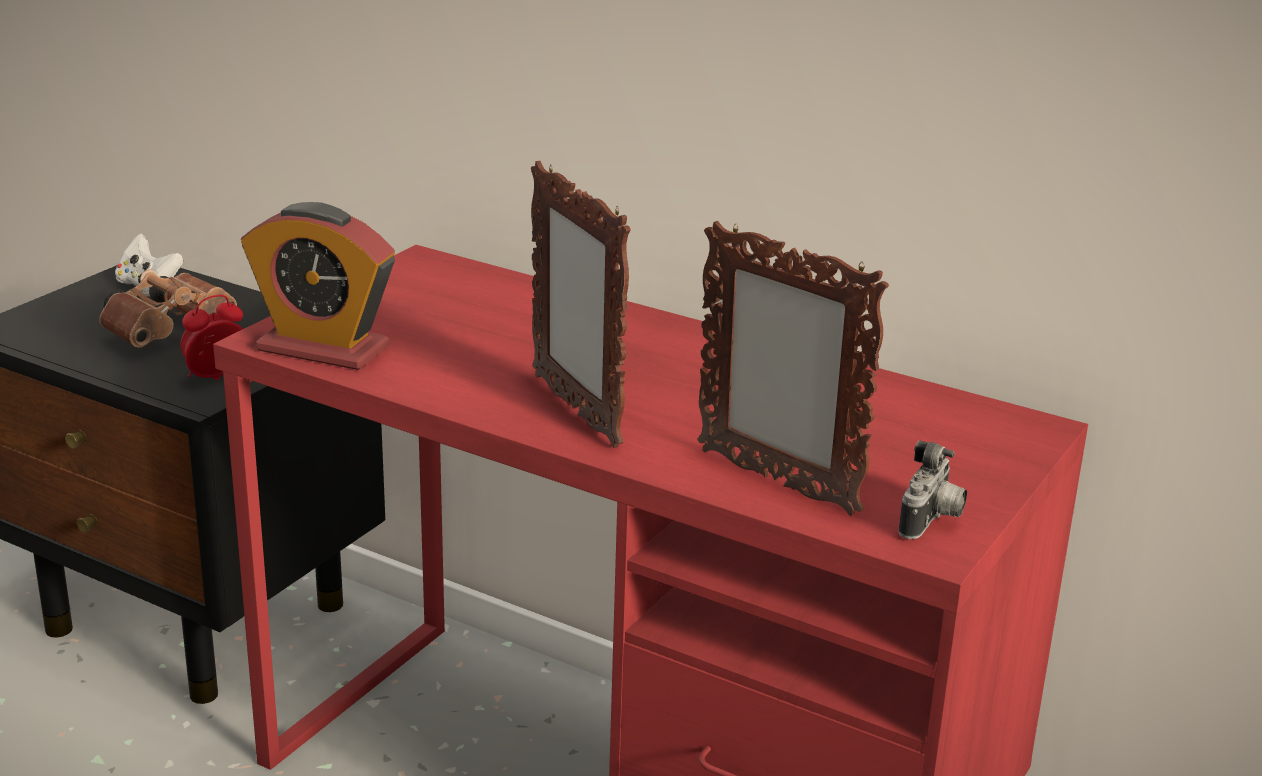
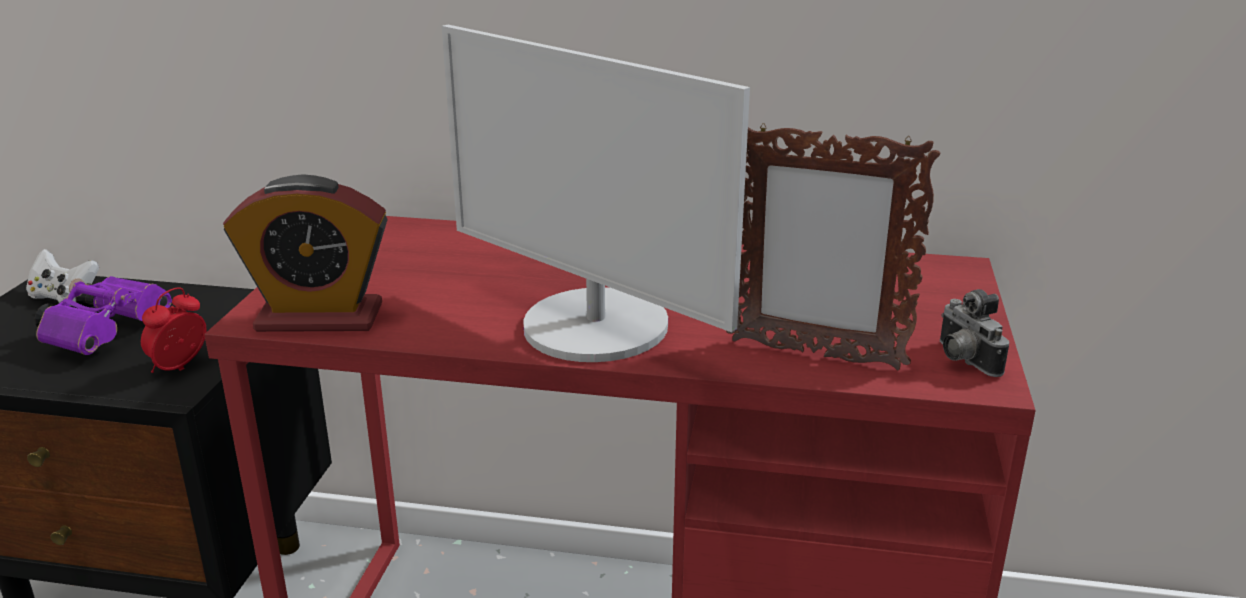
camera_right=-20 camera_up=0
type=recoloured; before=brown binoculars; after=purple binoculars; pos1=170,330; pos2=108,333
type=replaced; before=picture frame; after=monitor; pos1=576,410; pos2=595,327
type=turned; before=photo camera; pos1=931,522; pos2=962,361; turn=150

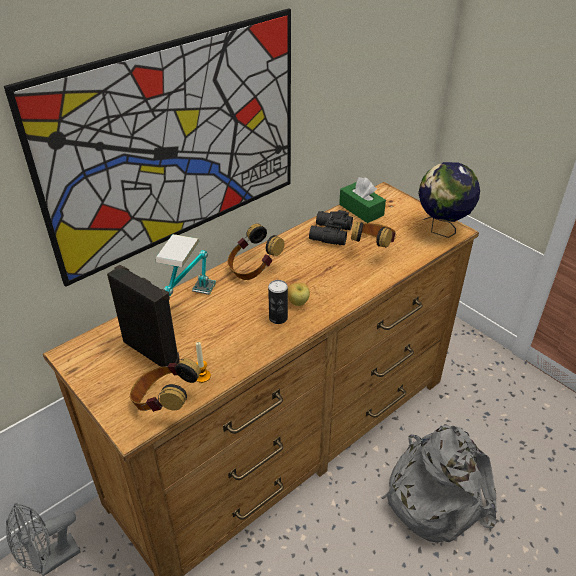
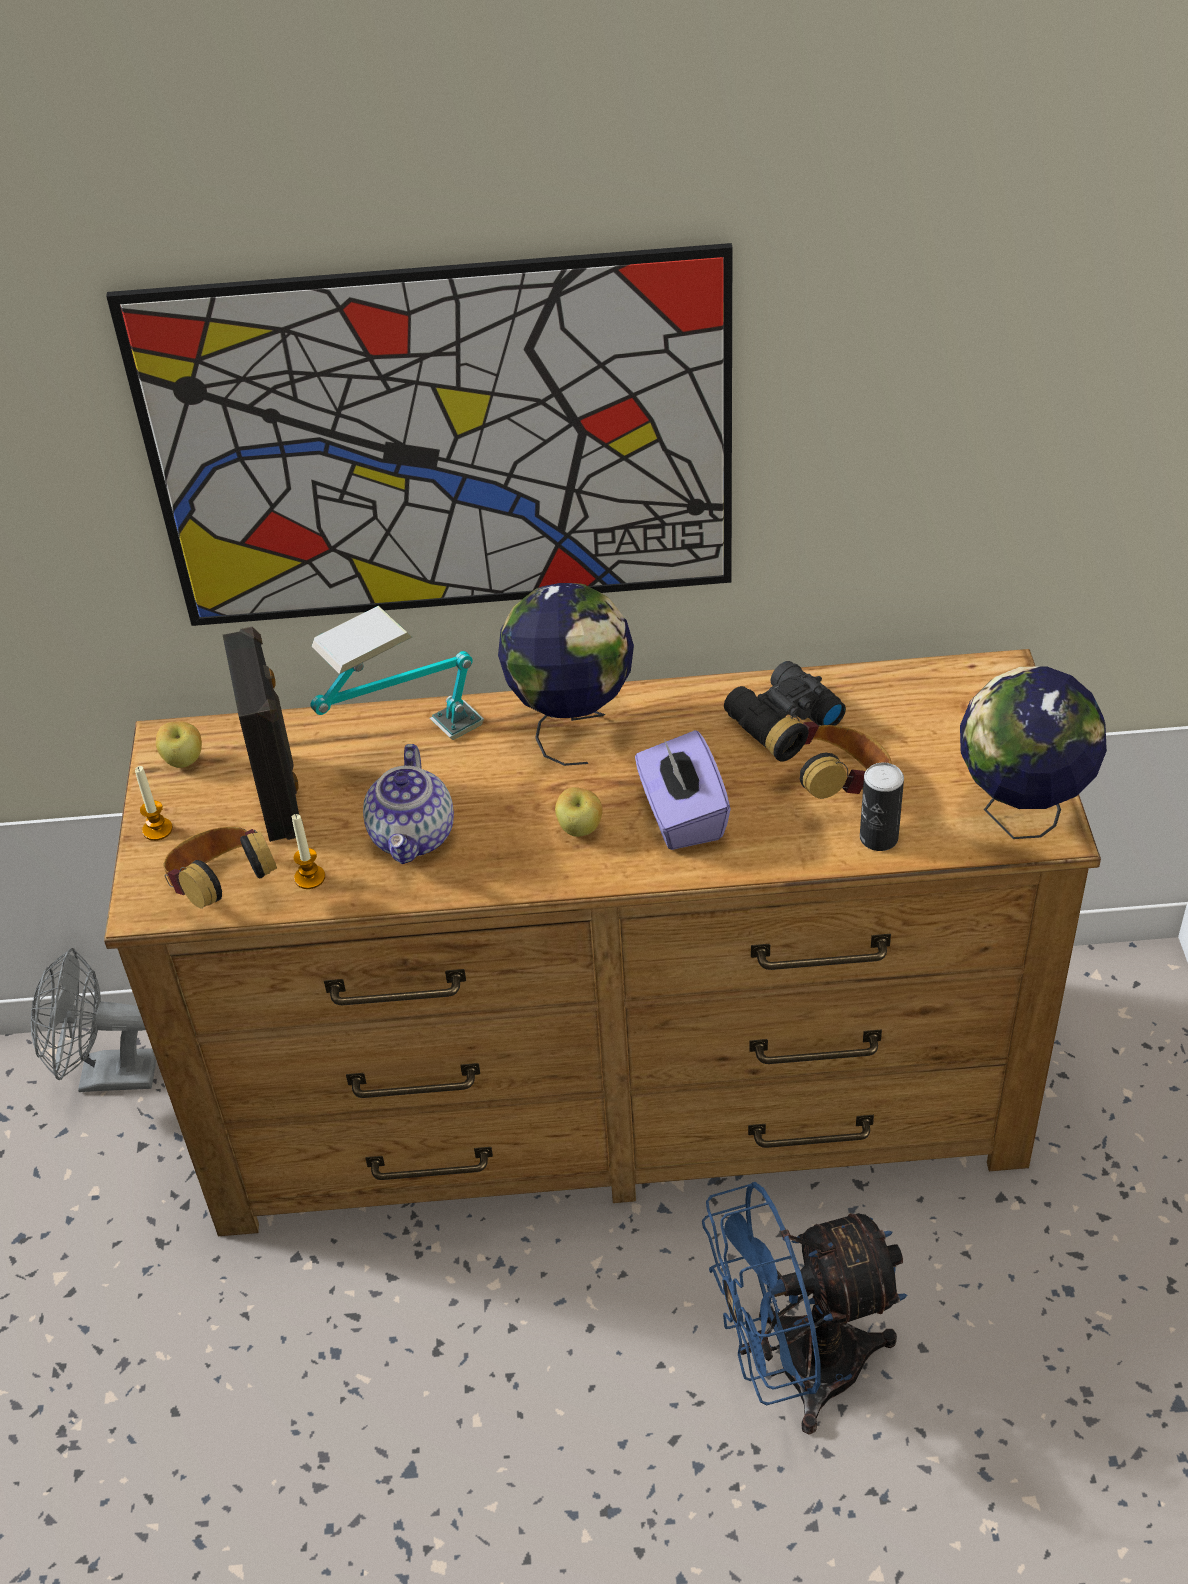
camera_right=40 camera_up=5
type=added; after=candle; pos2=157,829
type=added; after=apple; pos2=184,761
type=added; after=teapot; pos2=413,836
type=replaced; before=headphones; after=globe; pos1=253,269; pos2=571,726
type=added; after=purple tissue box; pos2=681,816
type=replaced; before=grey backpack; after=blue fan; pos1=434,494; pos2=796,1368
type=moved; before=can; pos1=278,318; pos2=878,837
type=removed; before=green tissue box; pos1=361,210

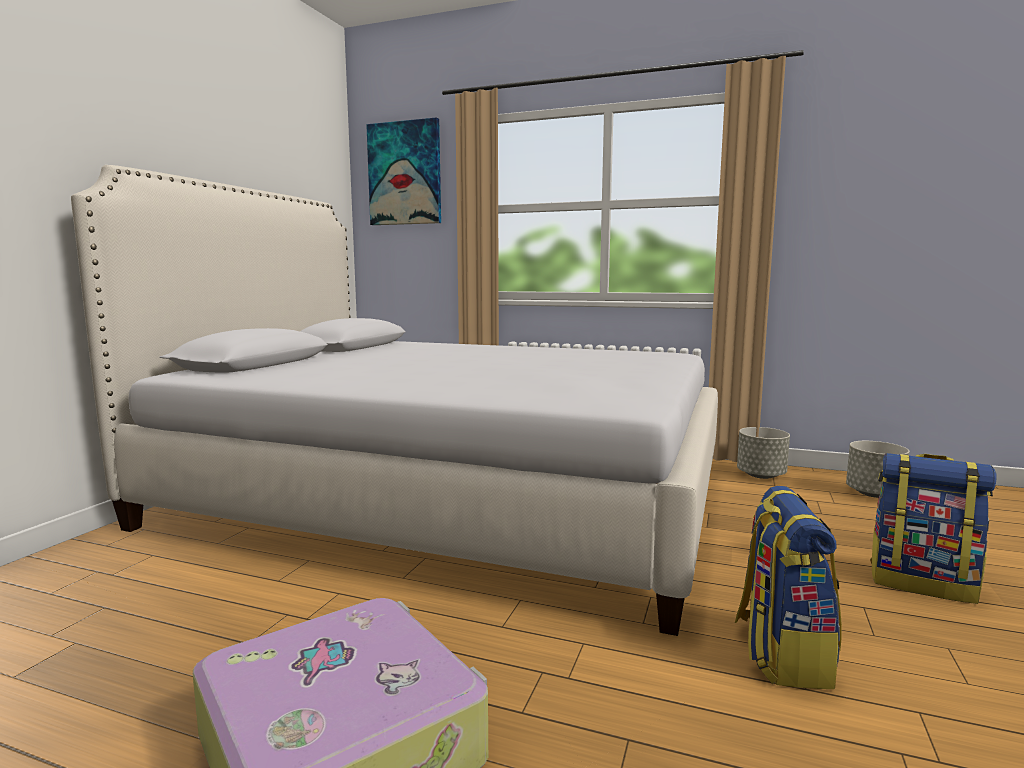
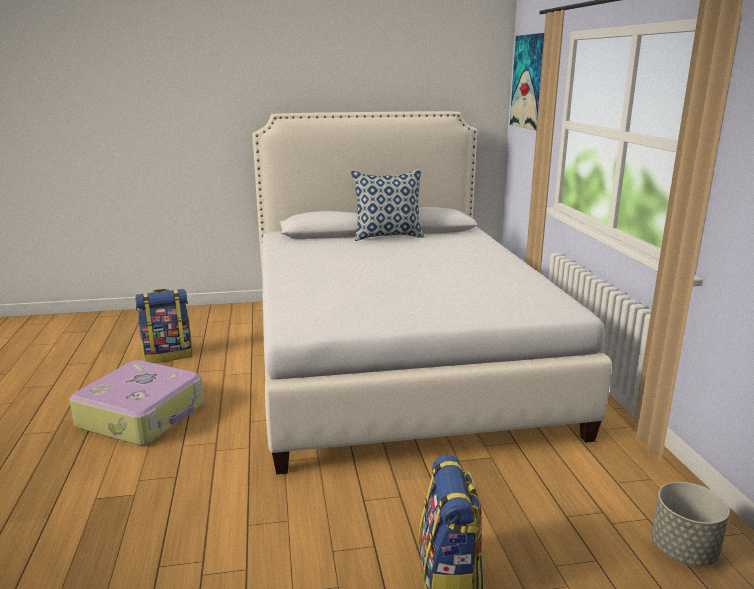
camera_right=60 camera_up=10
type=moved; before=backpack; pos1=781,653; pos2=168,355
type=added; after=pillow; pos2=388,236
type=removed; before=grey planter; pos1=761,475

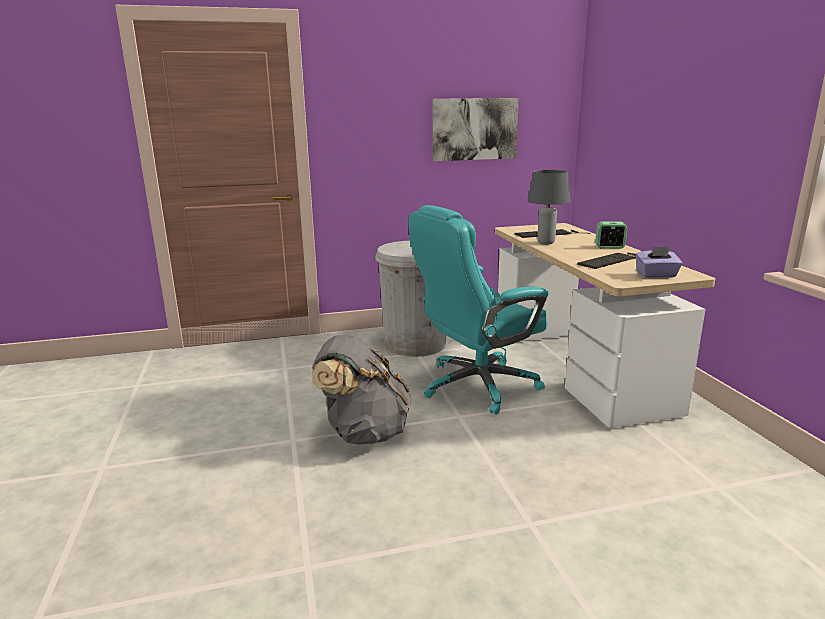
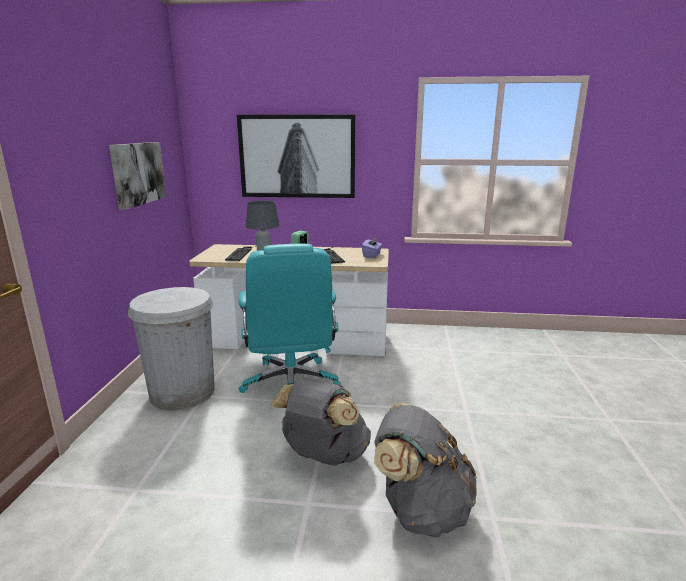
camera_right=-70 camera_up=0
type=added; after=picture; pos2=297,156
type=added; after=grey backpack; pos2=421,509

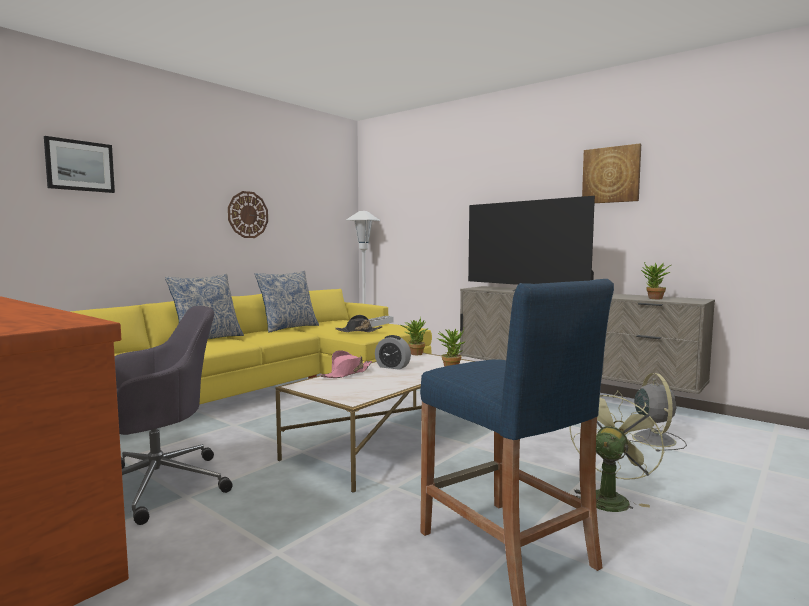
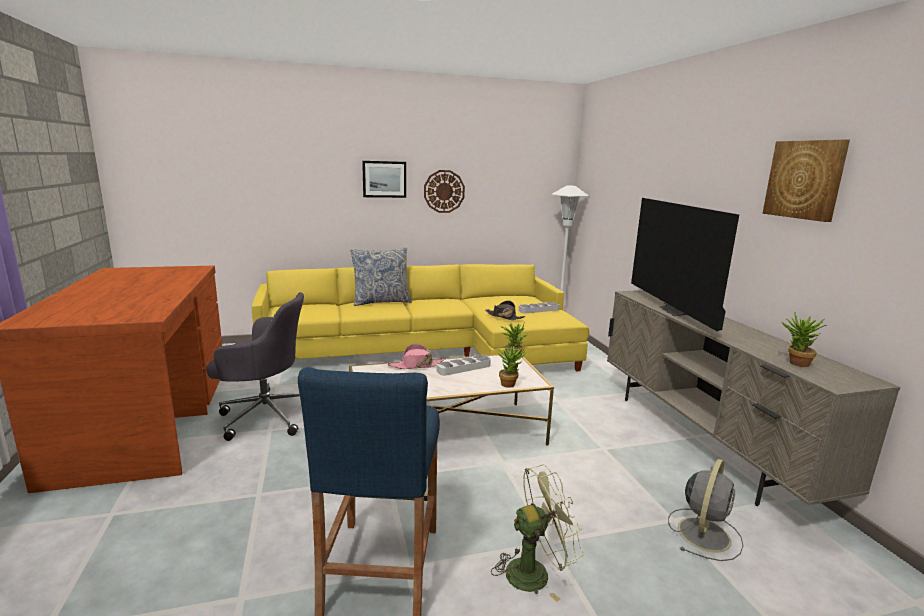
camera_right=35 camera_up=10
type=moved; before=picture; pos1=80,166; pos2=384,179
type=replaced; before=alarm clock; after=grey tray; pos1=392,367; pos2=463,368
type=removed; before=pillow; pos1=288,328

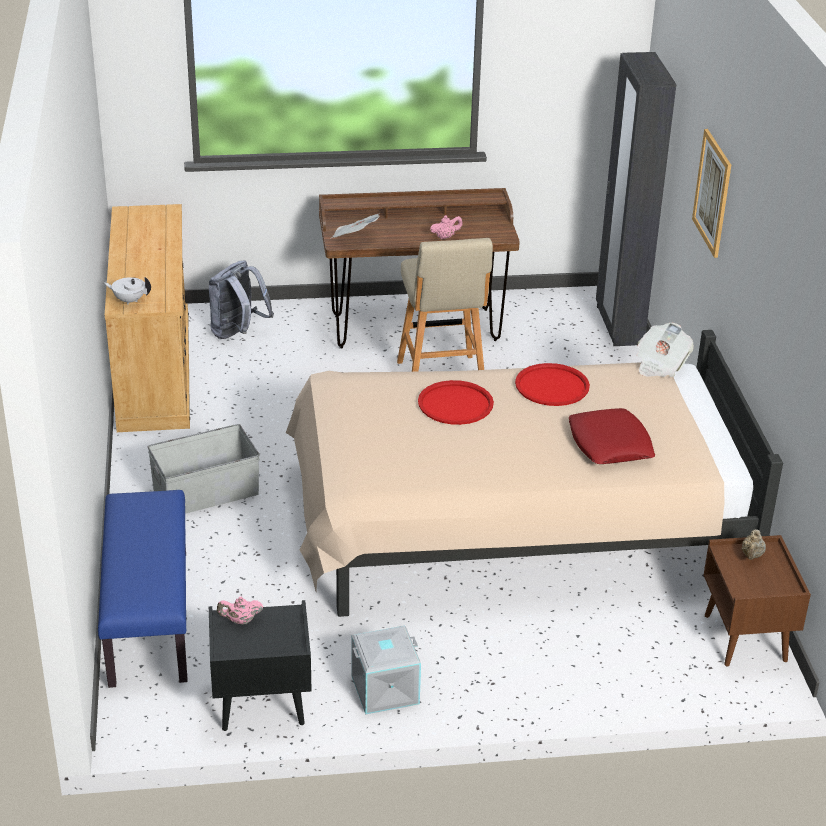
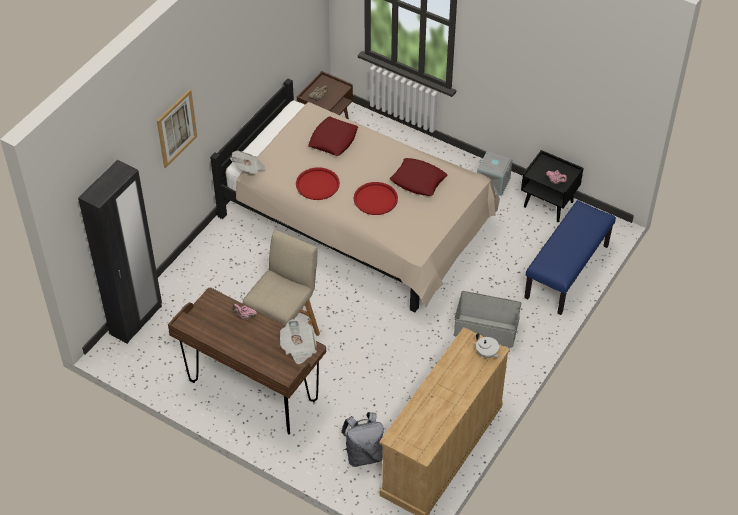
camera_right=-140 camera_up=15
type=added; after=red pillow; pos2=418,180

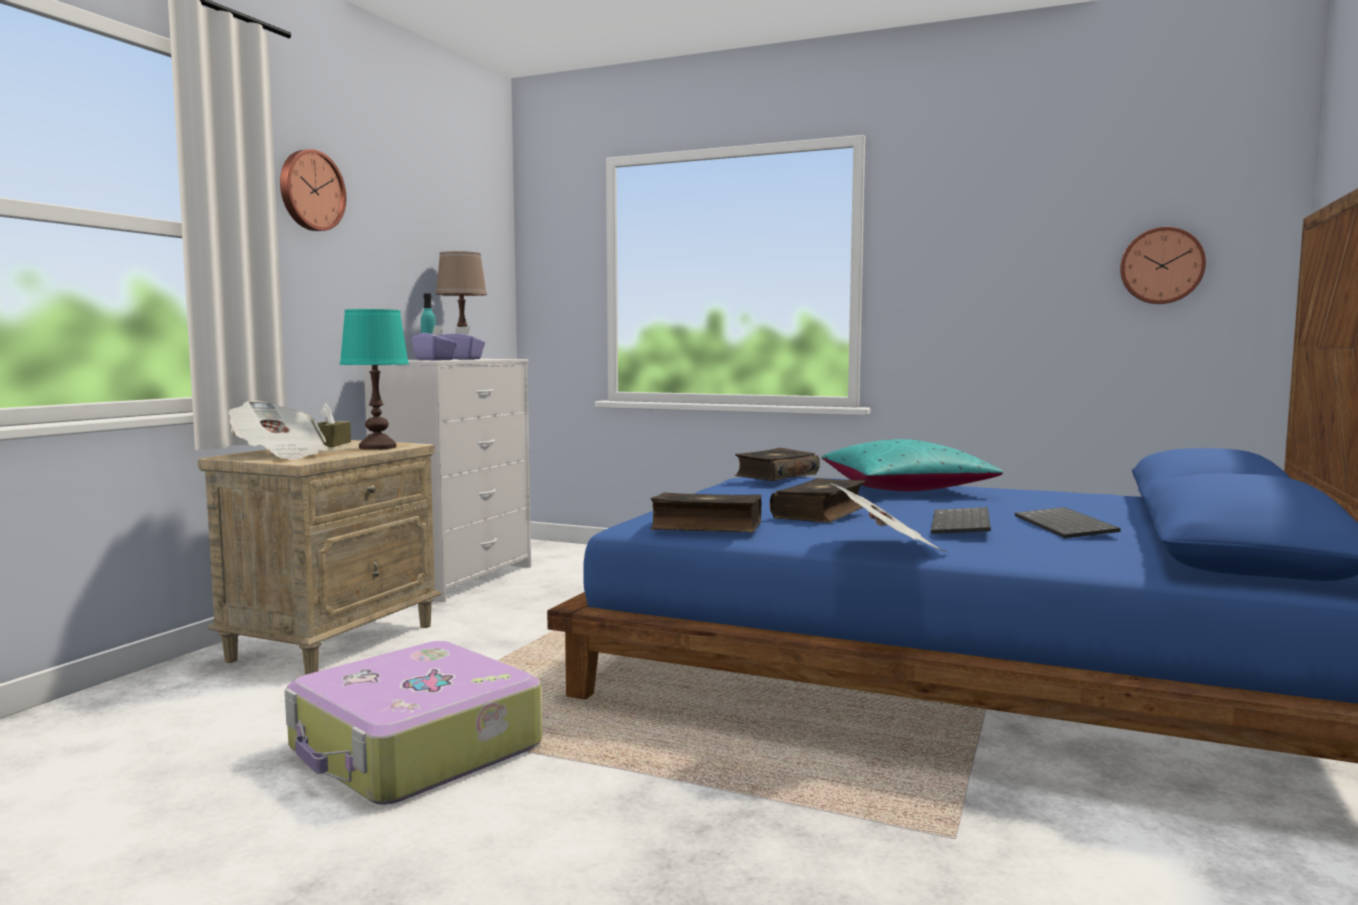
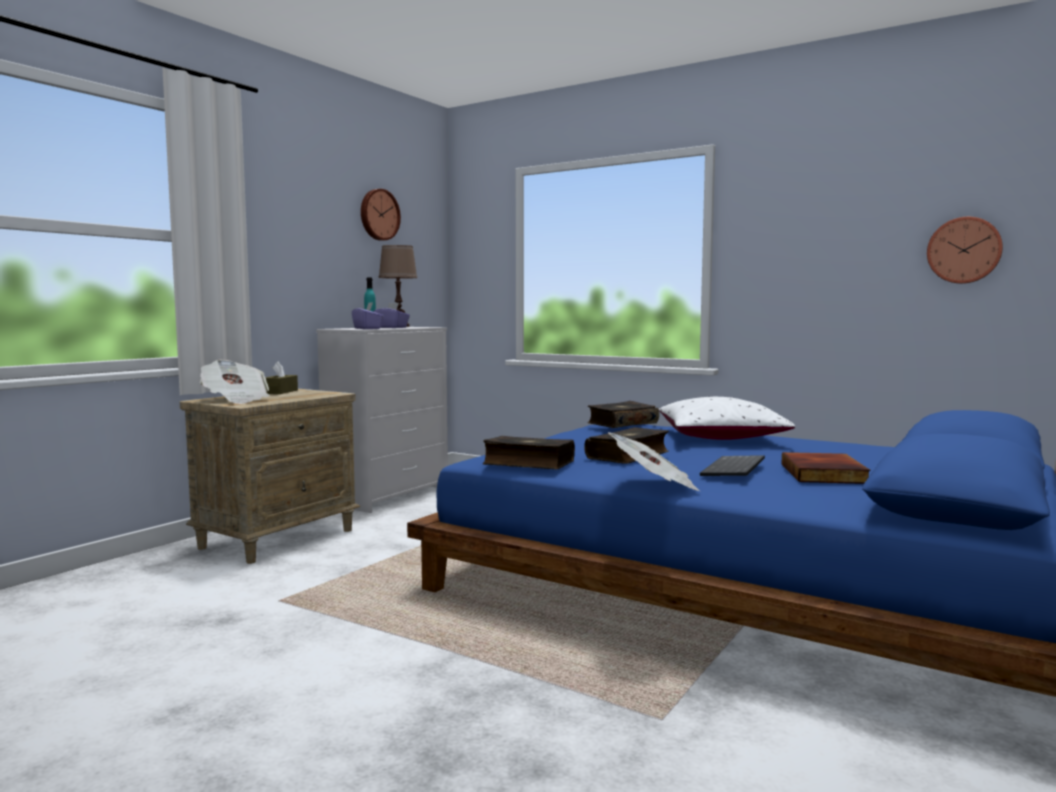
camera_right=10 camera_up=0
type=moved; before=wall clock; pos1=310,191; pos2=378,215
type=recoloured; before=turquoise pillow; after=white pillow; pos1=905,489; pos2=720,438
type=replaced; before=keyboard; after=book; pos1=1067,526; pos2=825,474
type=removed; before=suitcase; pos1=414,749
type=removed; before=turquoise table lamp; pos1=377,447

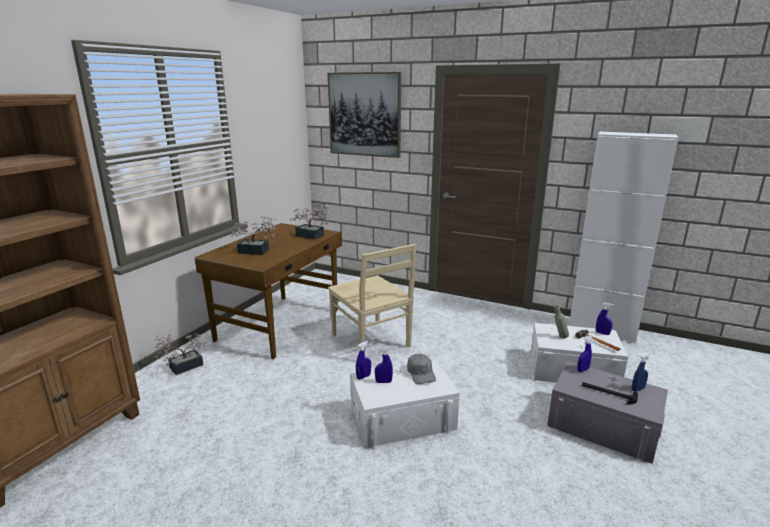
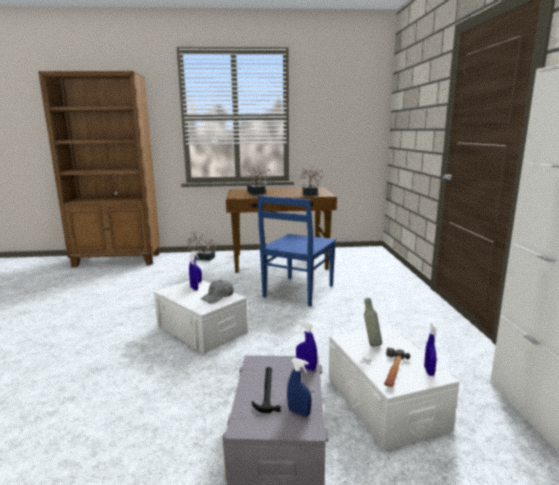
camera_right=60 camera_up=-5
type=recoloured; before=beige chair; after=blue chair; pos1=371,341; pos2=297,291
type=removed; before=picture; pos1=364,114

